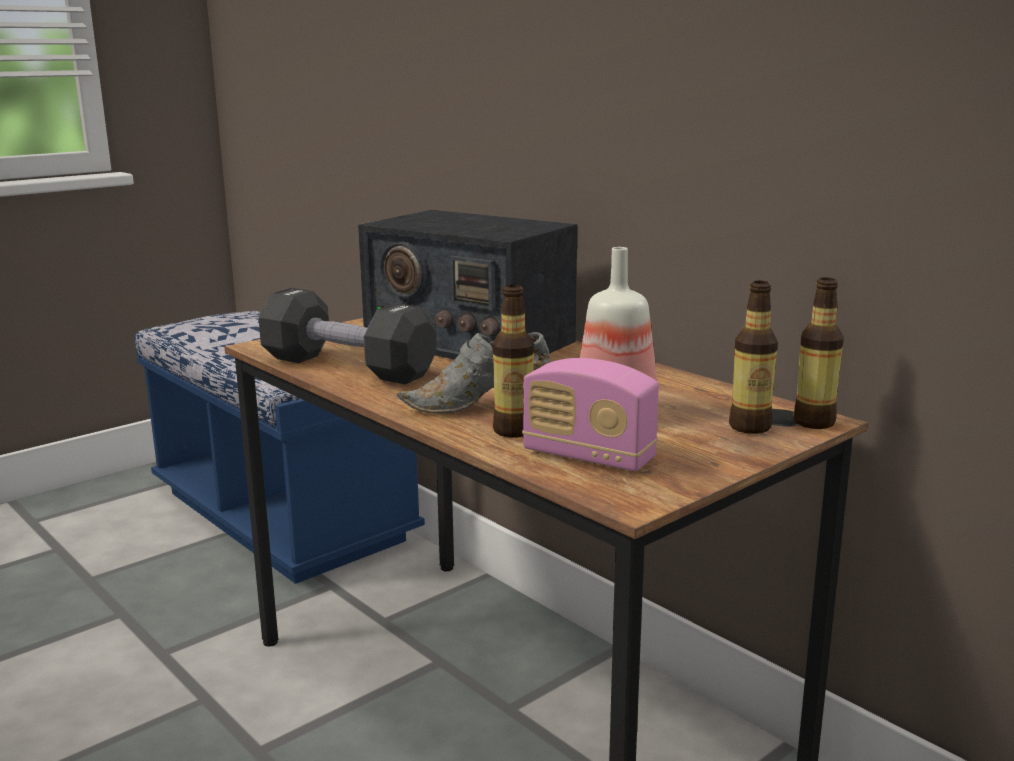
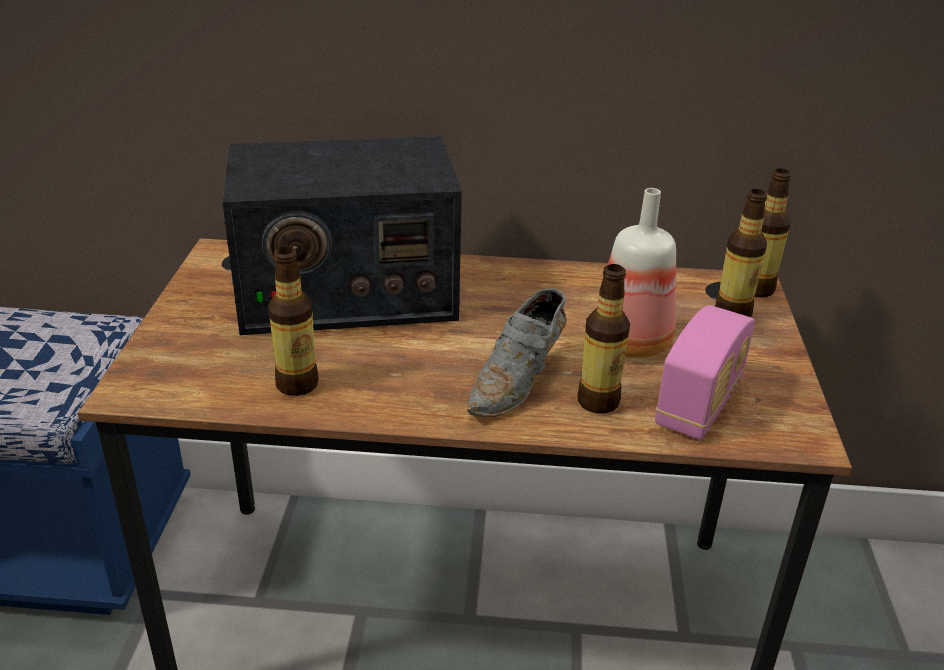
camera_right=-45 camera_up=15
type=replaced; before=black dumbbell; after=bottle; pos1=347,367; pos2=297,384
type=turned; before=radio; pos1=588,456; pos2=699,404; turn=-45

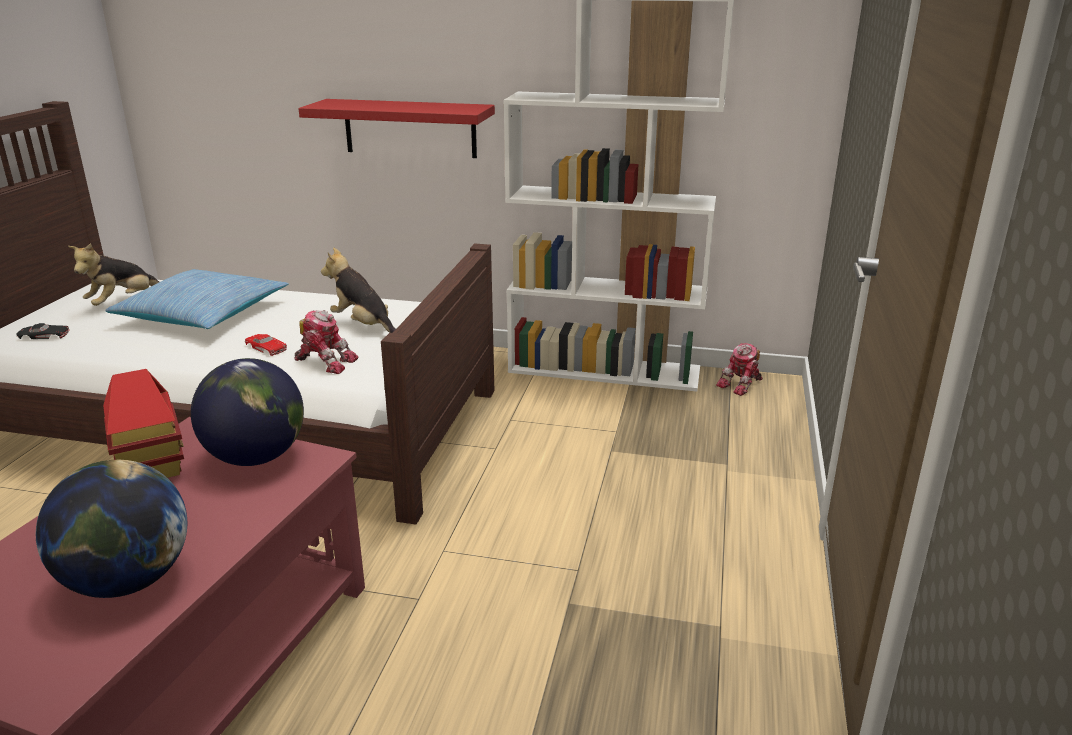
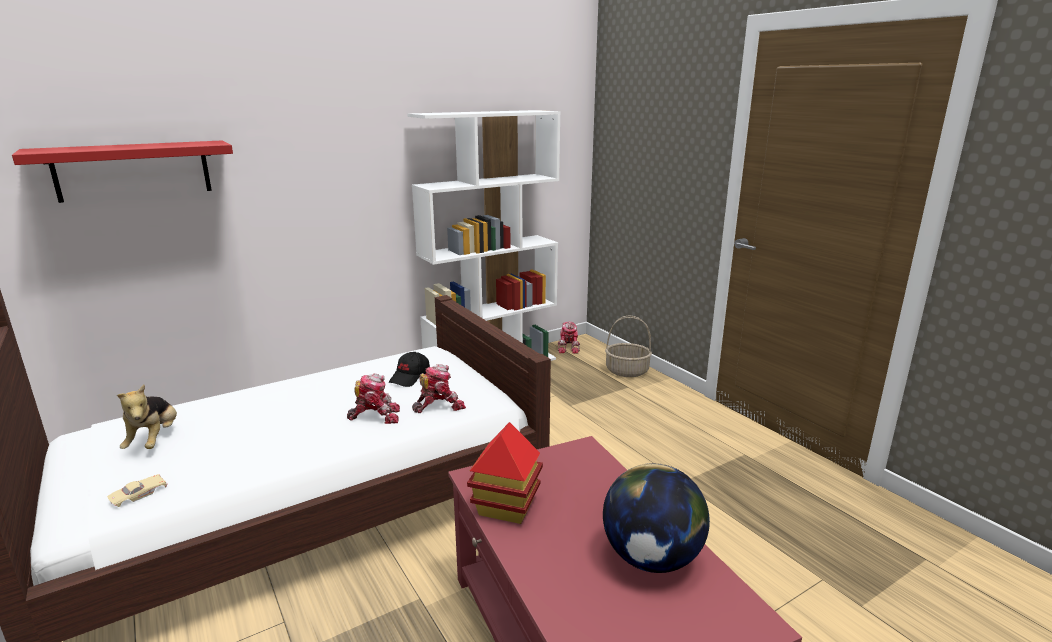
camera_right=-45 camera_up=-5
type=moved; before=red shelf; pos1=410,128; pos2=133,170
type=recoloured; before=black toy car; after=beige toy car; pos1=44,336; pos2=138,494
type=replaced; before=red toy car; after=toy robot; pos1=266,347; pos2=375,416
type=replaced; before=plush toy; after=black cap; pos1=364,326; pos2=410,377
type=added; after=basket; pos2=627,371
type=removed; before=pillow; pos1=203,314
type=removed; before=globe; pos1=256,458

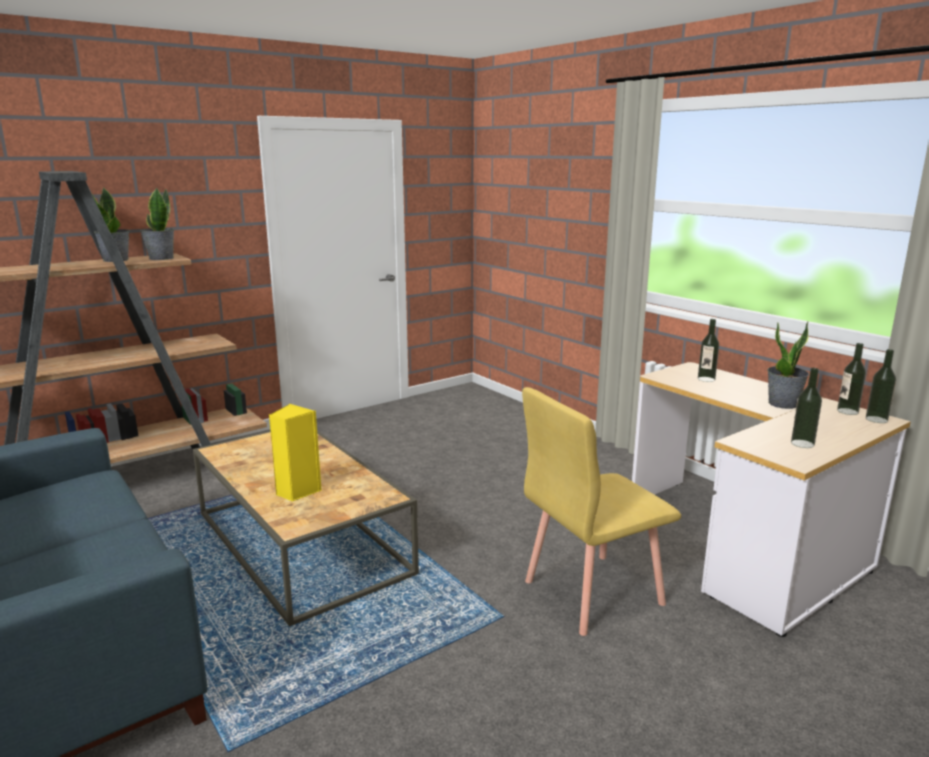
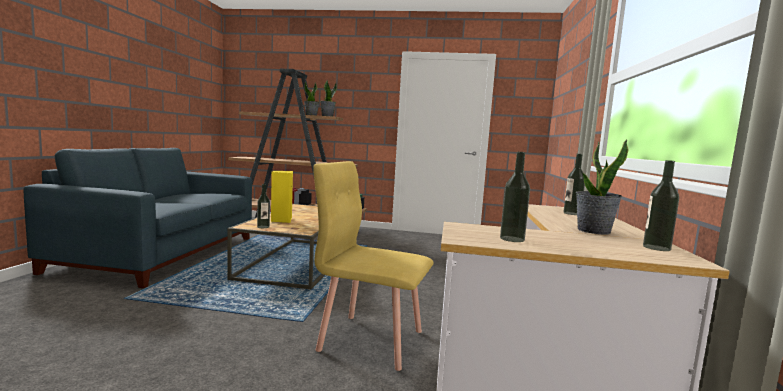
camera_right=45 camera_up=-10
type=moved; before=bottle; pos1=876,419; pos2=263,227

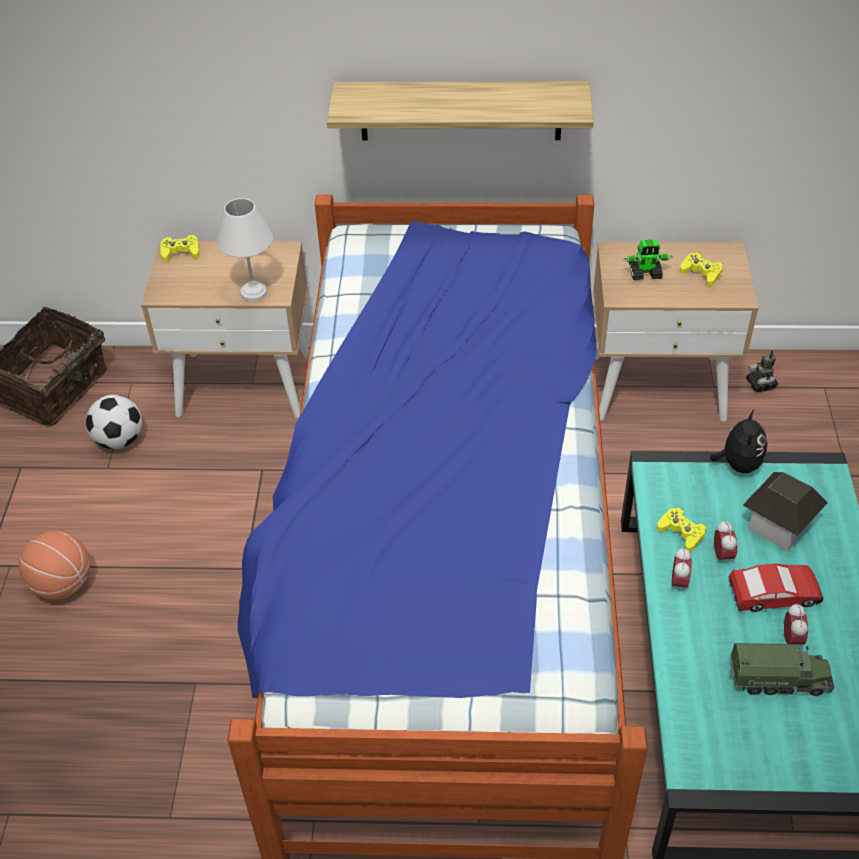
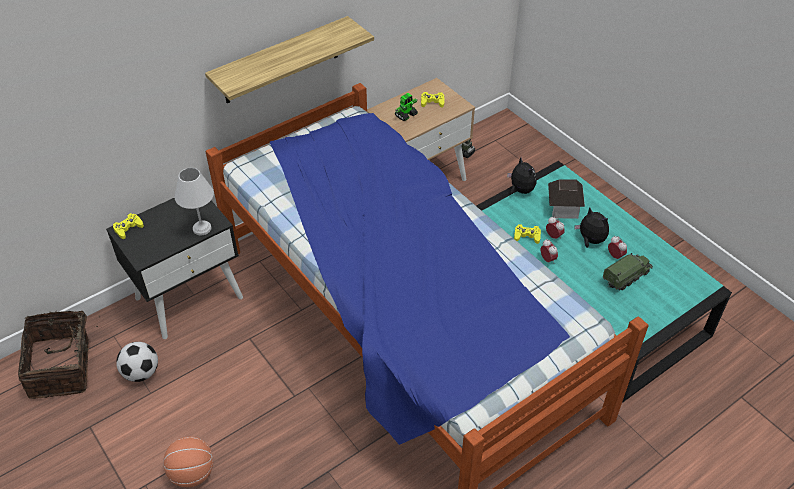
camera_right=-40 camera_up=0
type=recoloured; before=beige nightstand; after=black nightstand; pos1=245,383; pos2=189,297
type=replaced; before=toy car; after=plush toy; pos1=774,594; pos2=590,240

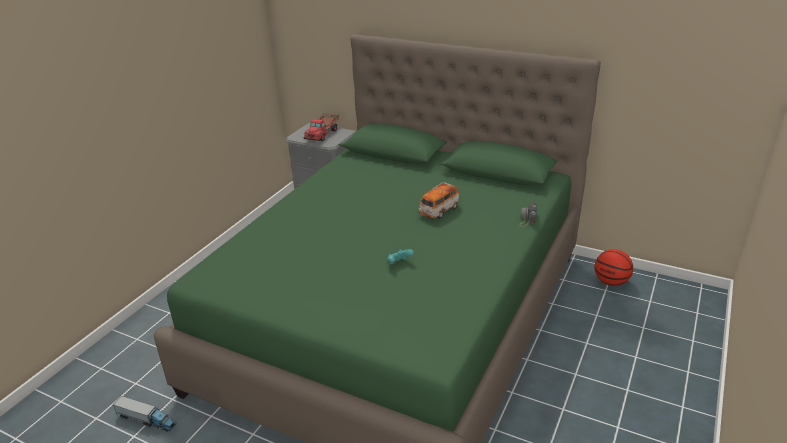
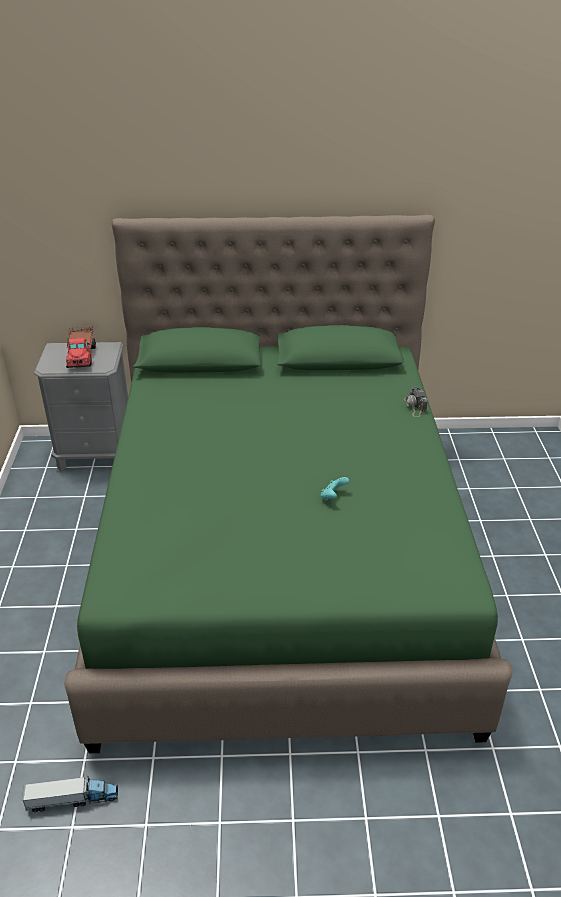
camera_right=-30 camera_up=5
type=removed; before=toy car; pos1=439,211
type=removed; before=basketball; pos1=611,282

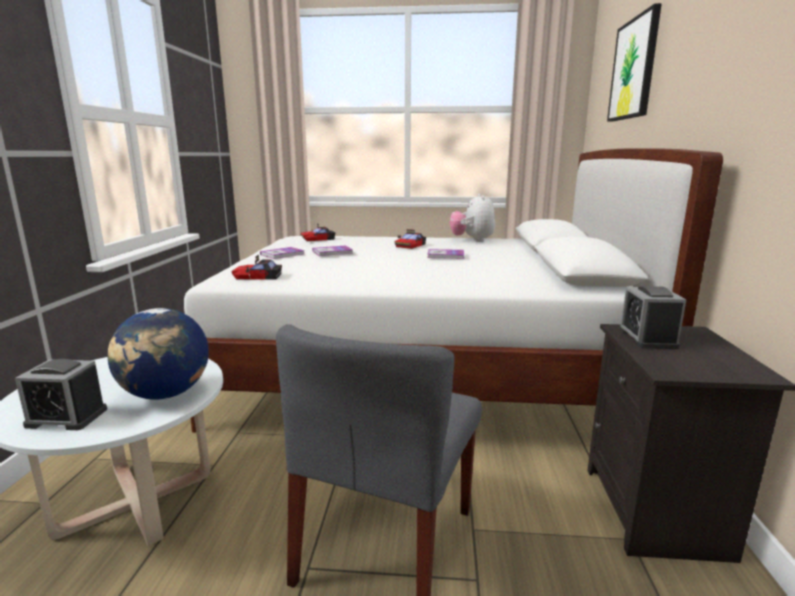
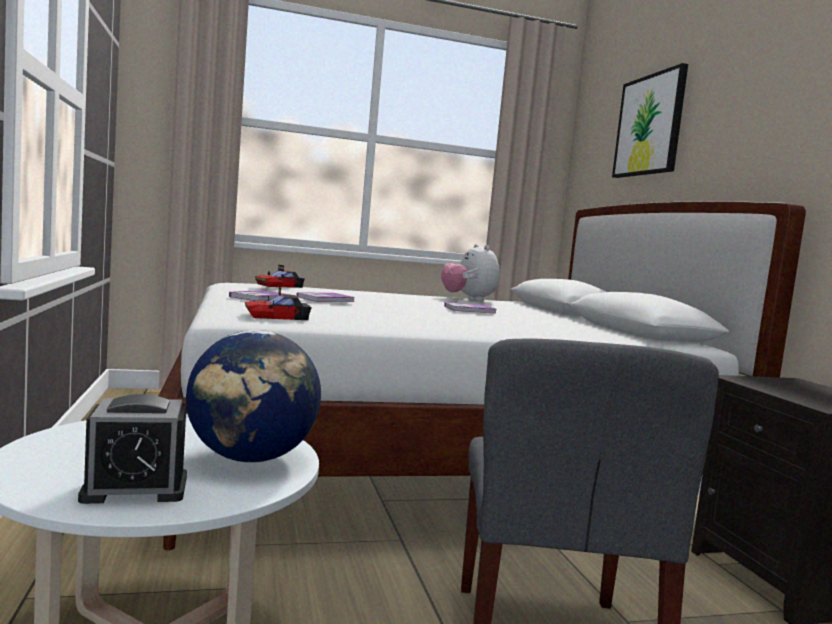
camera_right=-20 camera_up=-10
type=removed; before=toy car; pos1=410,245
type=removed; before=alarm clock; pos1=647,338

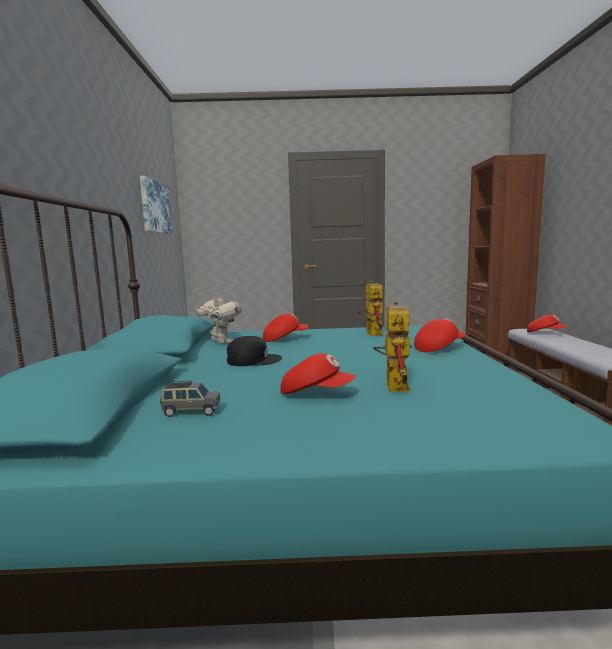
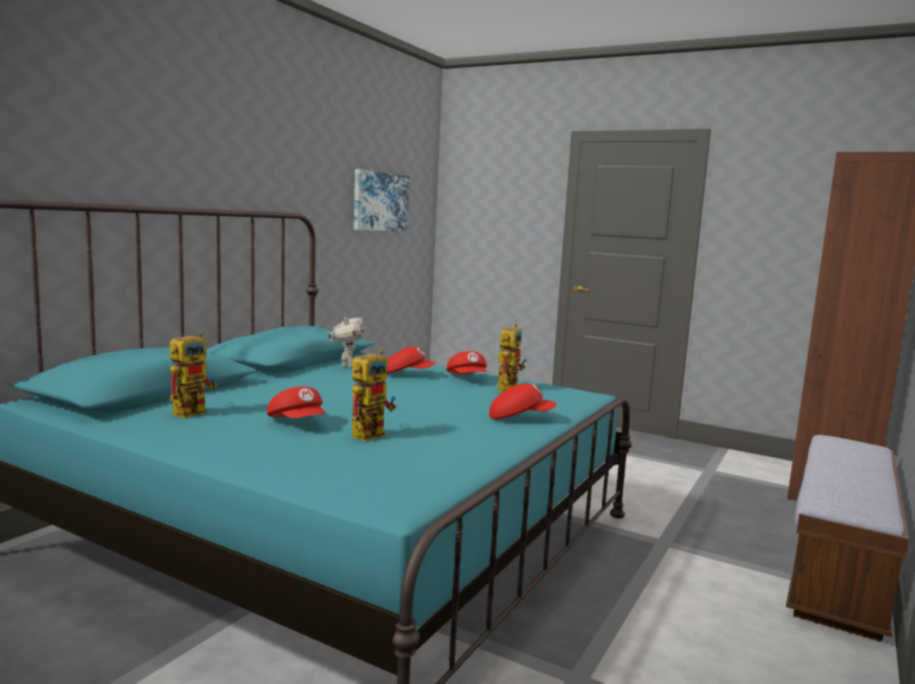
camera_right=30 camera_up=0
type=replaced; before=grey toy car; after=toy robot; pos1=191,412; pos2=193,411
type=moved; before=red cap; pos1=545,333; pos2=467,379
type=removed; before=black cap; pos1=253,360

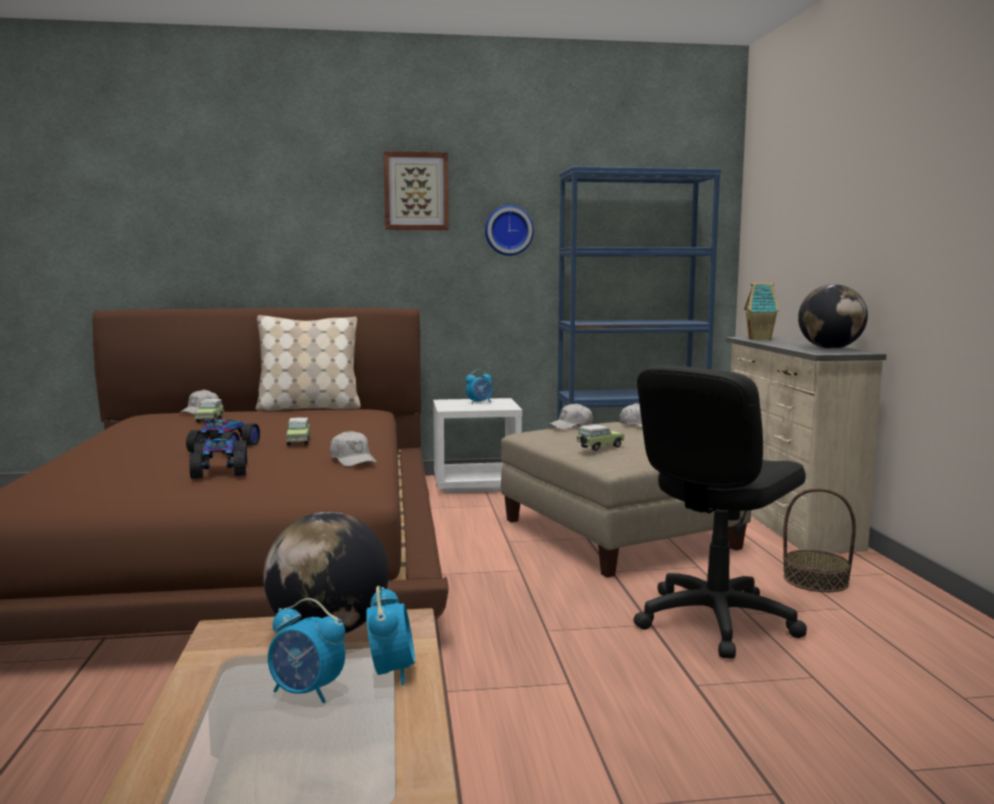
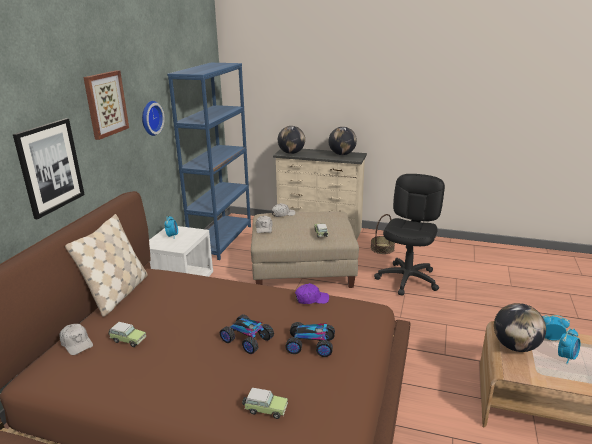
camera_right=-65 camera_up=15
type=added; after=picture; pos2=50,167
type=moved; before=toy car; pos1=298,442; pos2=265,409
type=replaced; before=toy house; after=globe; pos1=760,339; pos2=291,153
type=recoloured; before=white cap; after=purple cap; pos1=352,460; pos2=311,299
type=turned; before=black office chair; pos1=714,621; pos2=407,279; turn=-135

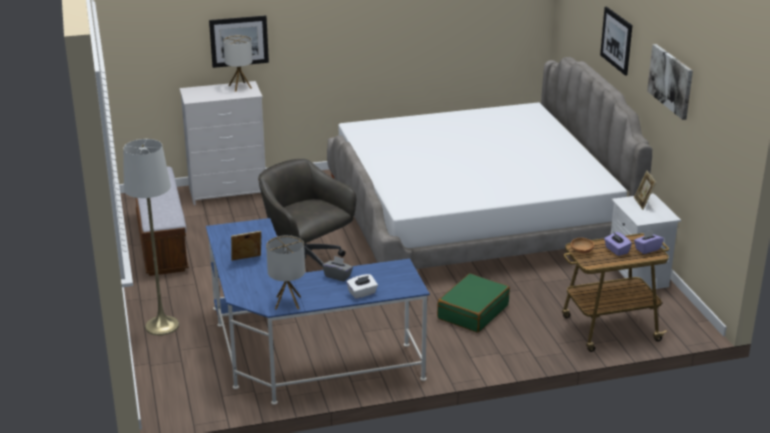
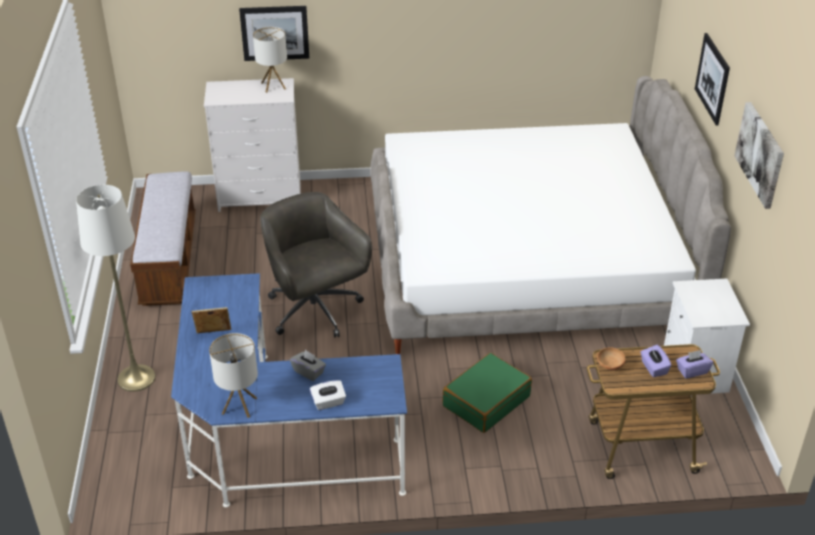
camera_right=10 camera_up=10
type=removed; before=picture frame; pos1=643,203

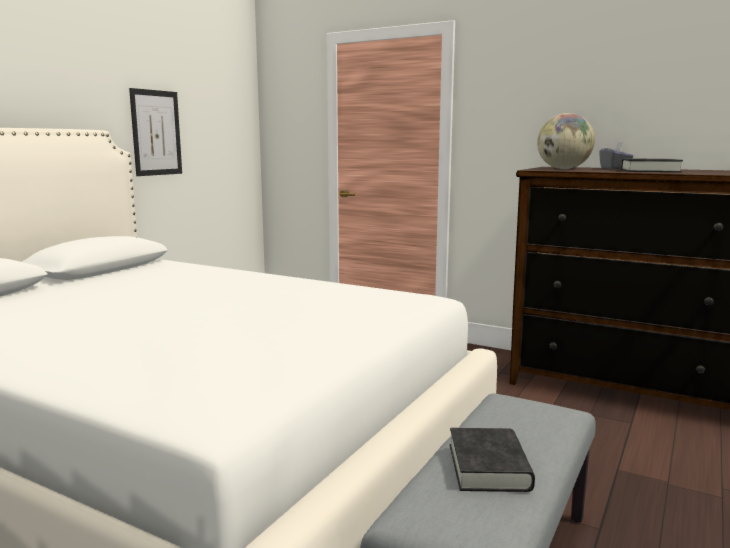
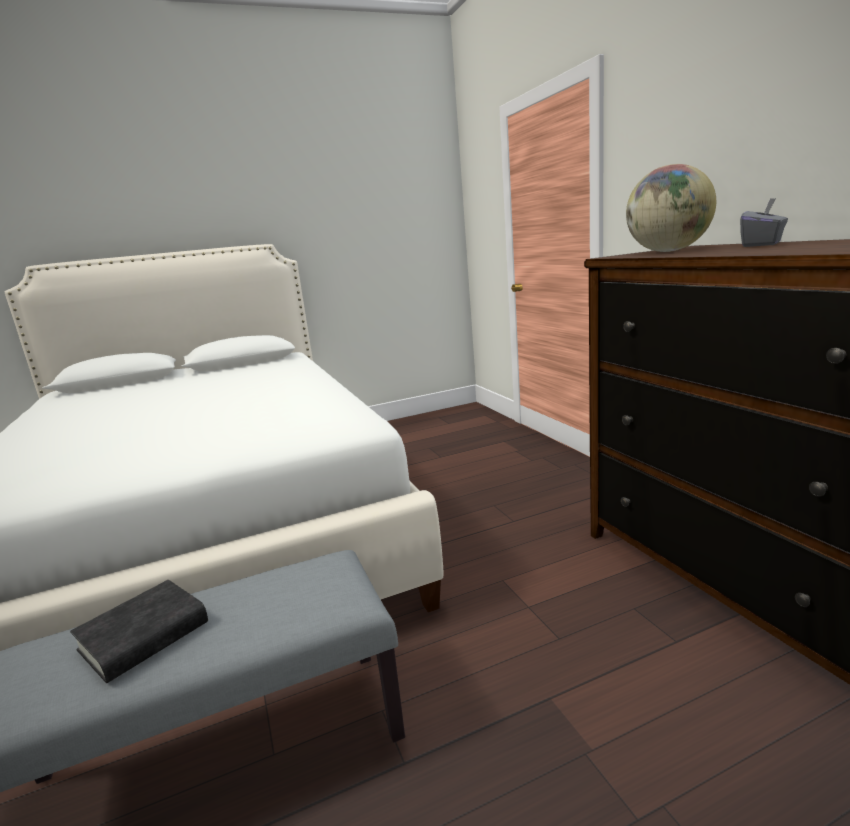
camera_right=40 camera_up=5
type=removed; before=picture; pos1=156,133
type=removed; before=black book; pos1=650,171

